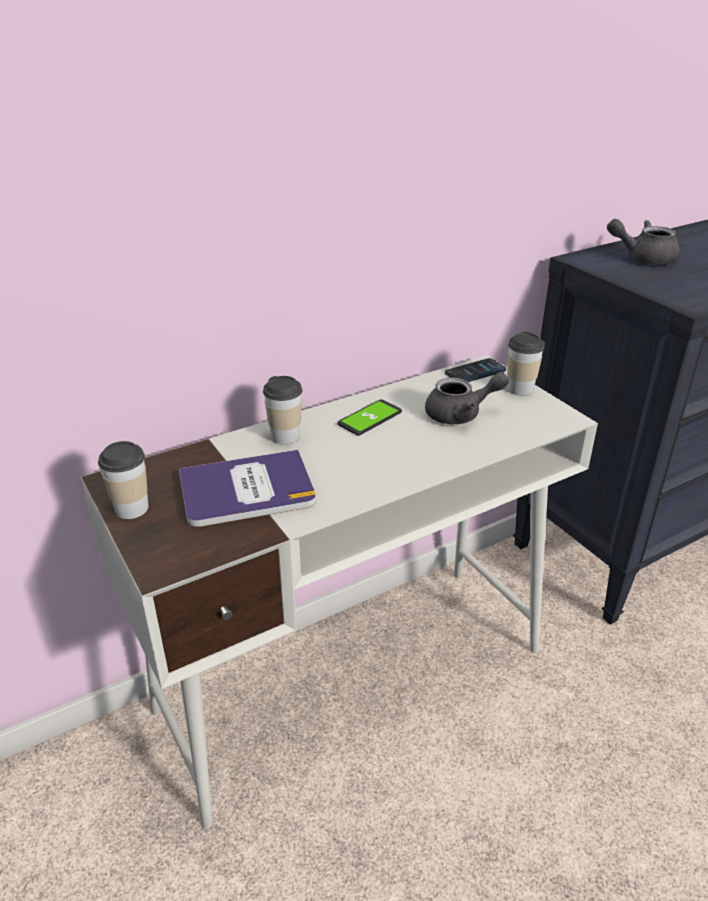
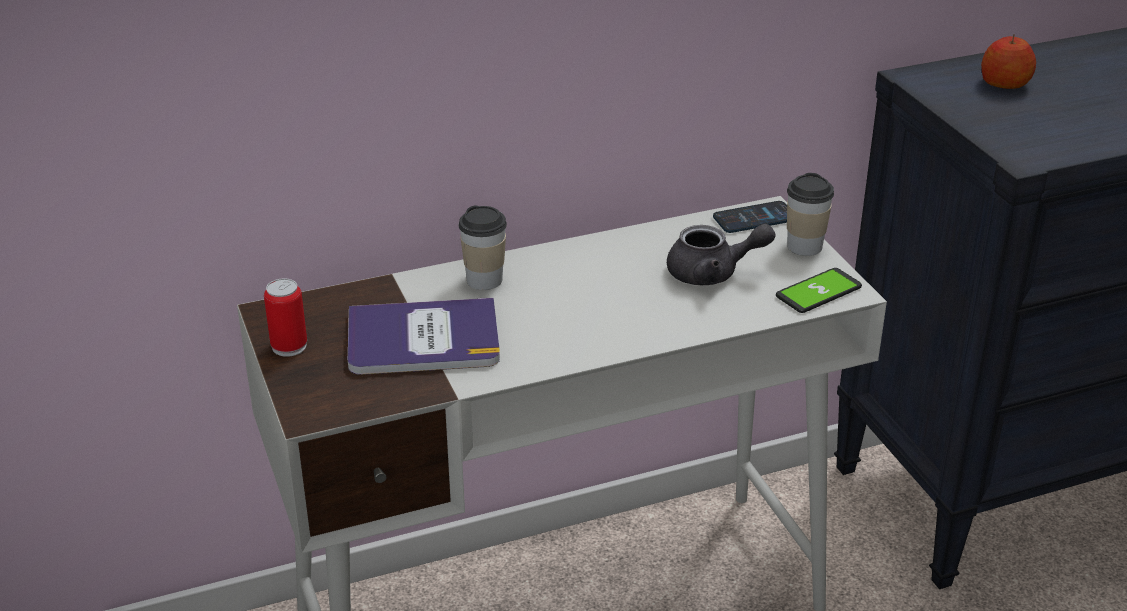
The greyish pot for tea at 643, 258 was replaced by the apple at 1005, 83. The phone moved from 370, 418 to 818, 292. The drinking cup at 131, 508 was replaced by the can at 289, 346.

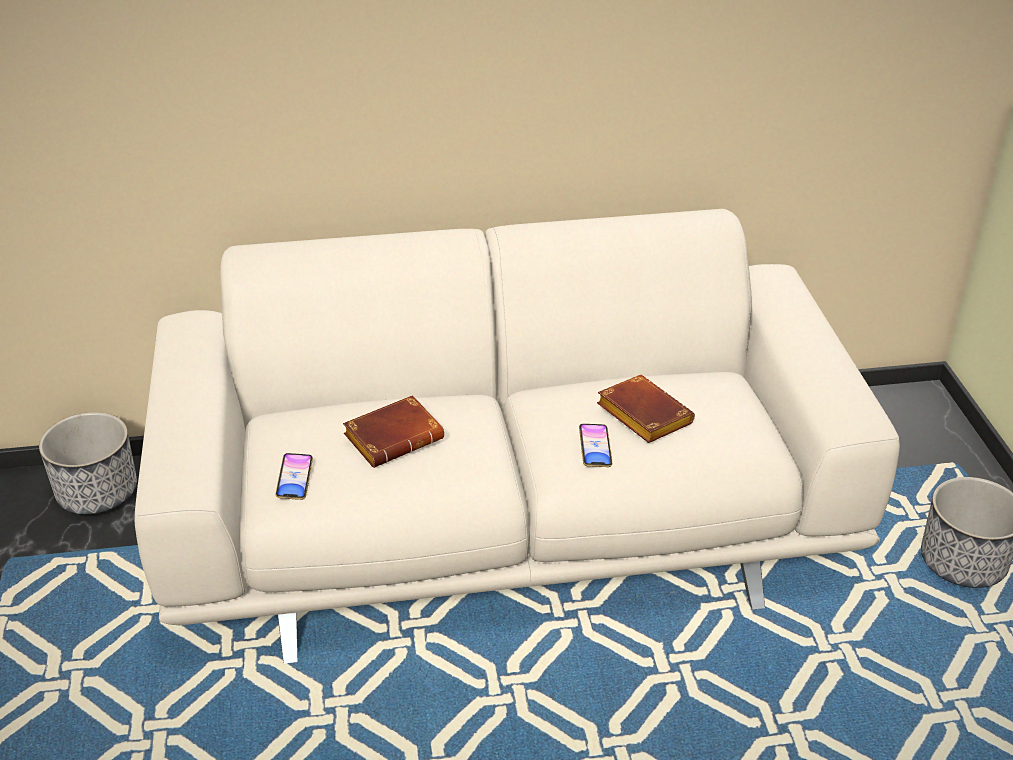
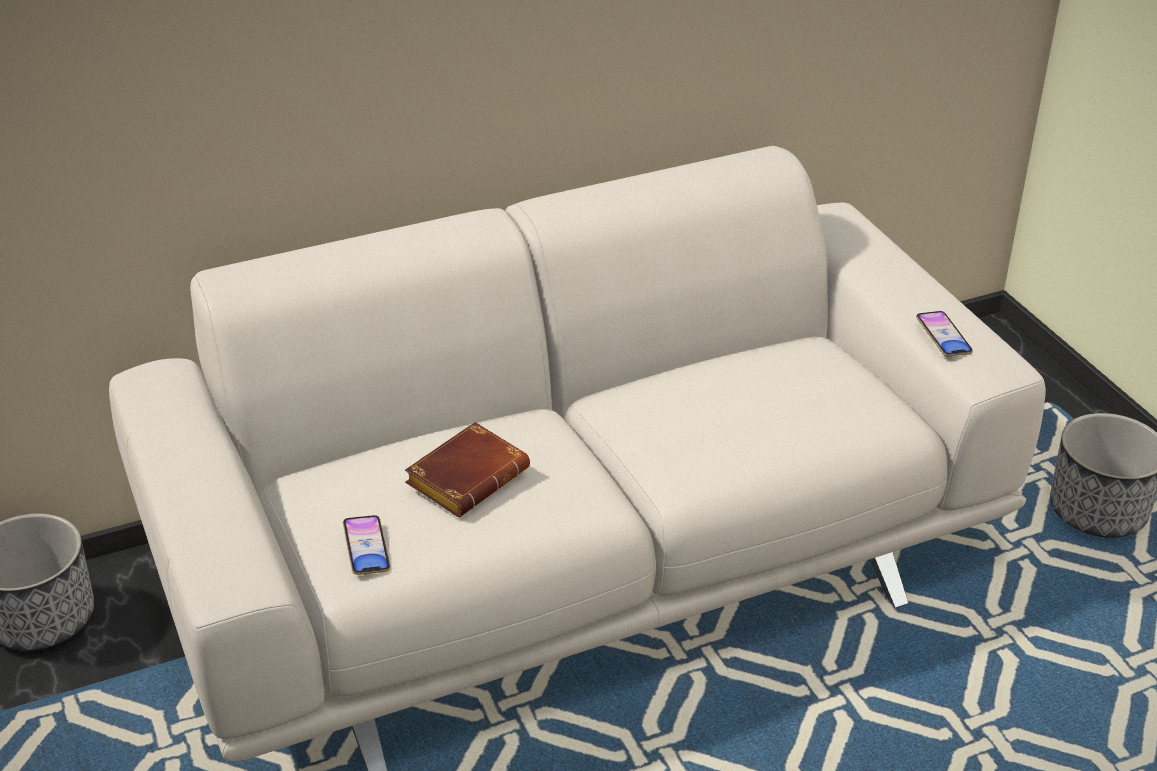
The brown book at 640, 415 disappeared. The phone moved from 595, 448 to 943, 338.

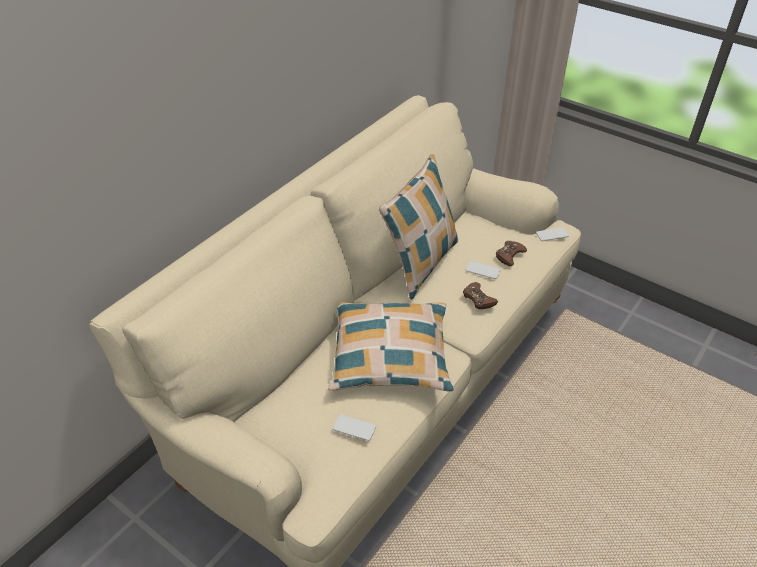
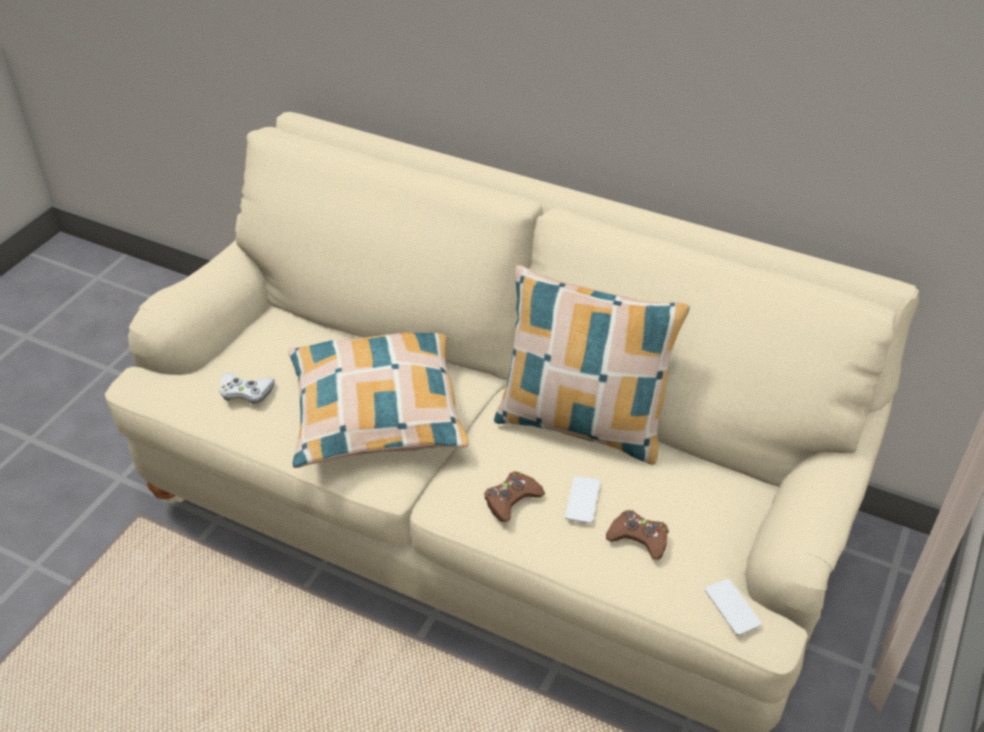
The phone at 354, 428 was replaced by the whitish game controller at 246, 392.

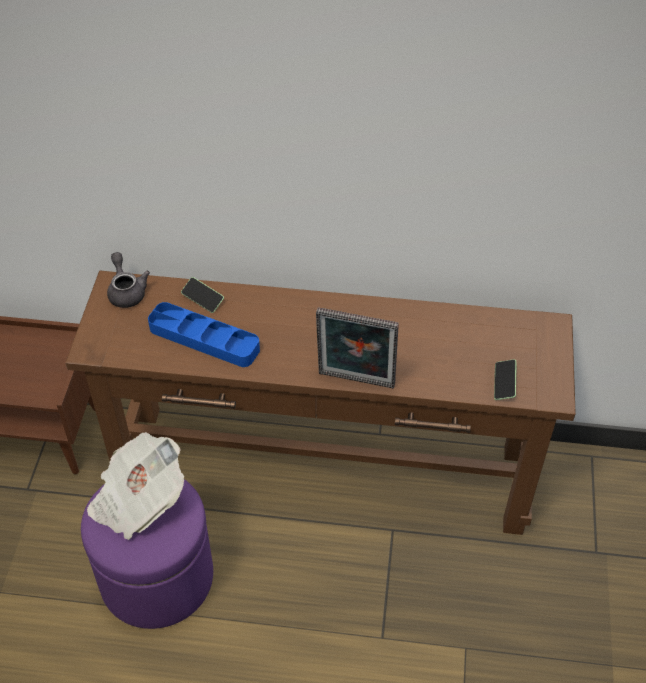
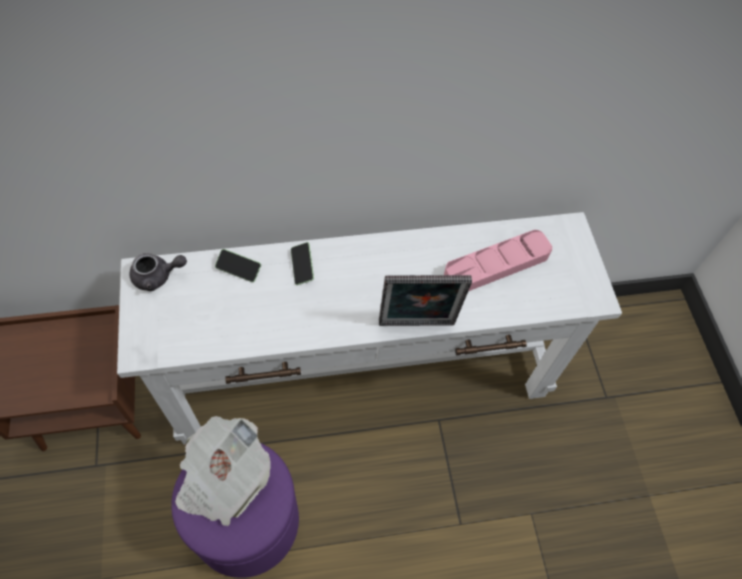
The greyish pot for tea at 126, 291 turned 120 degrees clockwise. The brown console table at 323, 469 became the whitish console table at 363, 377. The blue tray at 204, 339 disappeared. The phone moved from 504, 383 to 302, 267. The pink-coloured tray at 496, 265 appeared.

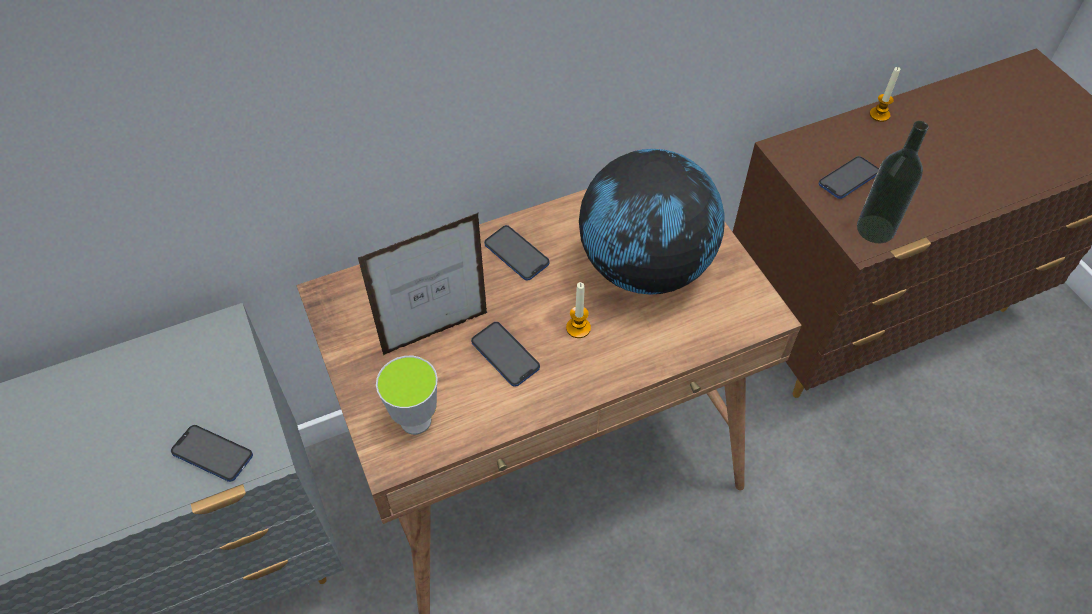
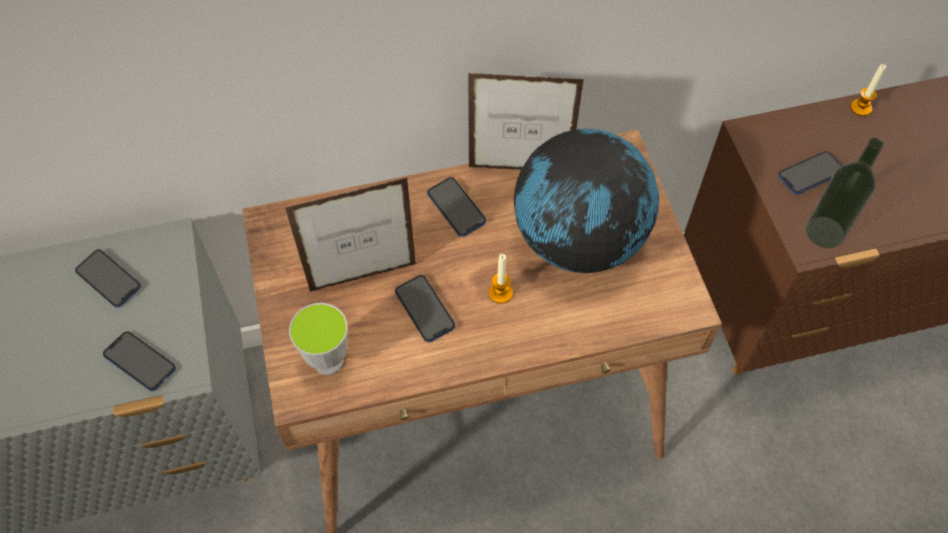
The picture frame at 519, 170 appeared. The phone at 108, 279 appeared.

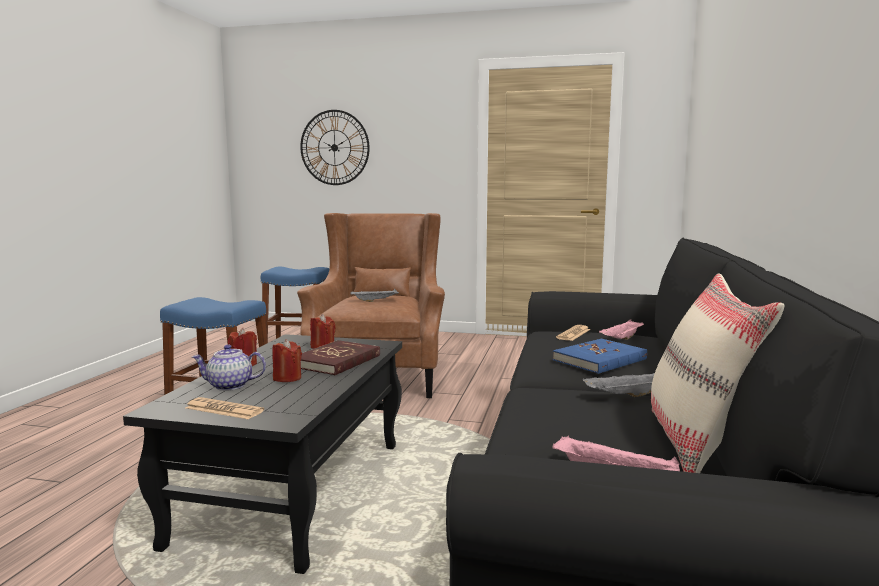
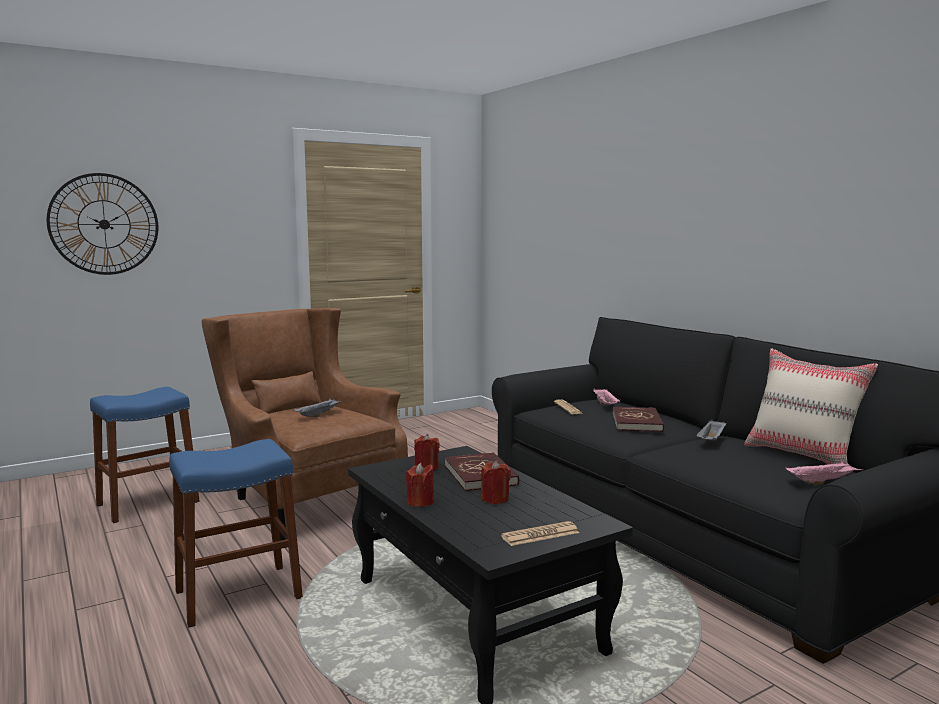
The blue book at 600, 360 became the reddish book at 637, 422. The pot for tea at 229, 386 disappeared.

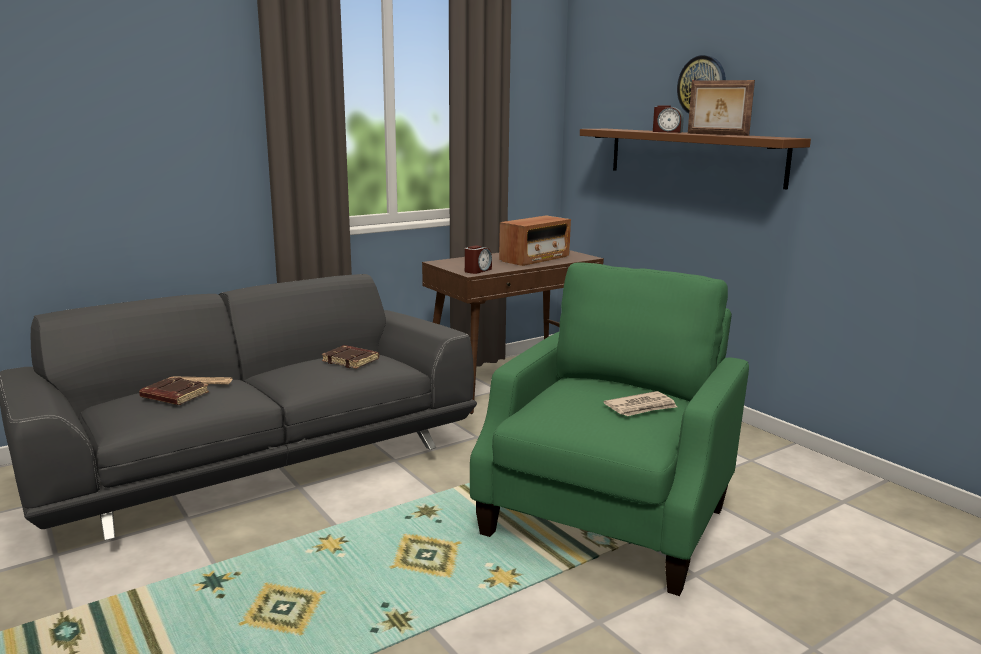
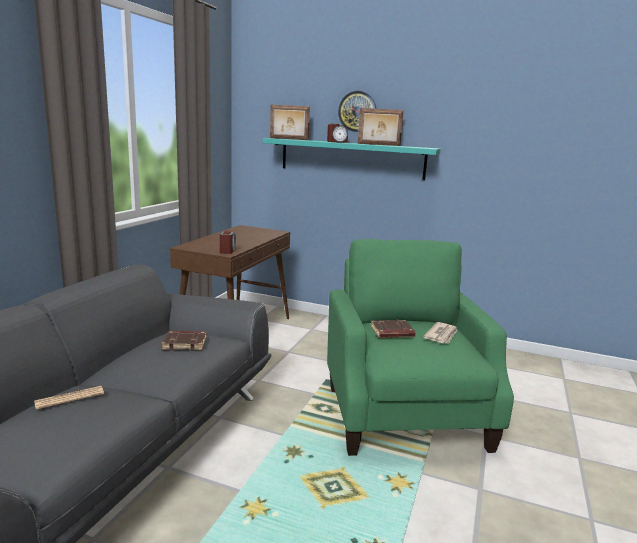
The brown bracket shelf at 693, 156 became the blue-green bracket shelf at 351, 158. The radio at 535, 259 disappeared. The brown book moved from 173, 396 to 392, 333. The picture frame at 288, 139 appeared.

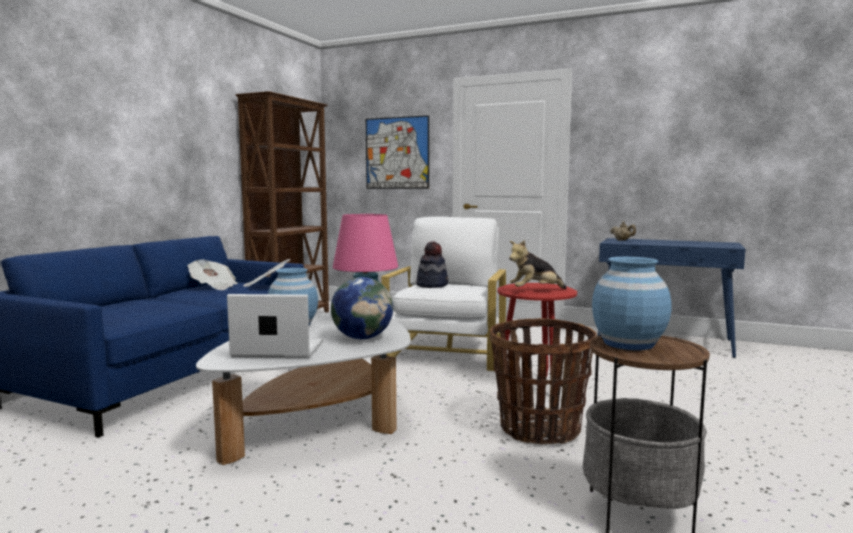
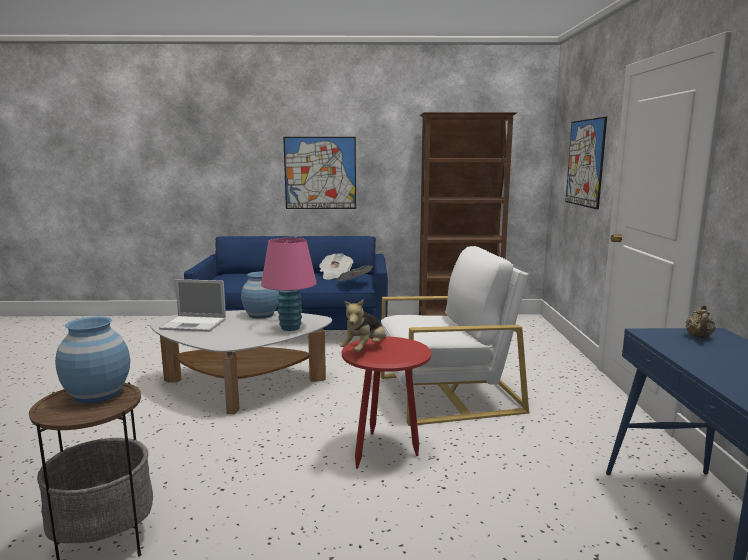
The soft toy at 535, 291 turned 105 degrees counterclockwise. The wearable hat at 432, 285 disappeared. The world globe at 362, 338 disappeared. The portable computer at 276, 350 turned 120 degrees clockwise. The basket at 539, 429 disappeared. The wall art at 320, 173 appeared.

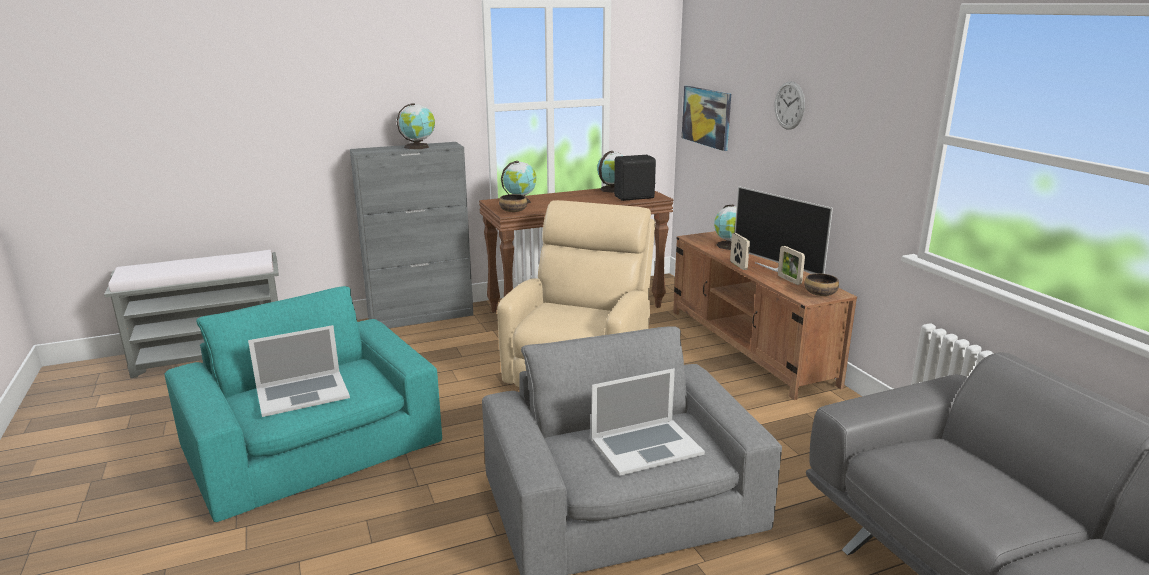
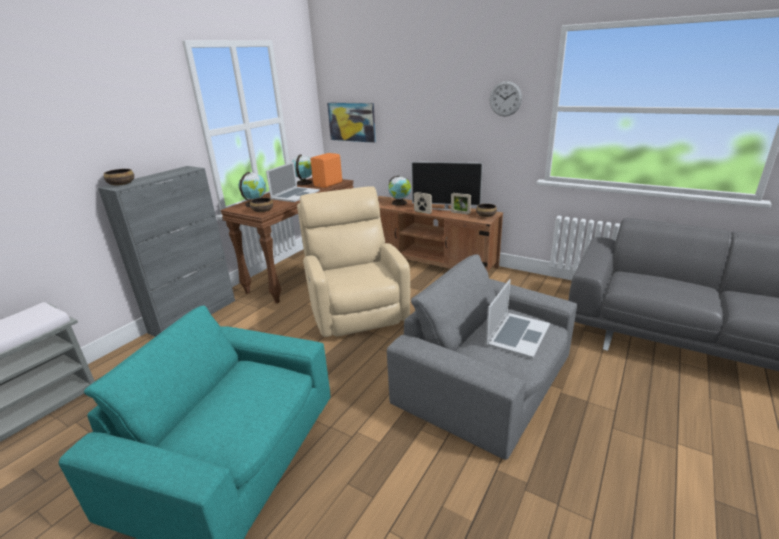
The hanging clock moved from 789, 105 to 505, 98. The world globe at 418, 147 disappeared. The black audio speaker at 635, 197 became the orangey audio speaker at 329, 184. The portable computer moved from 302, 393 to 295, 194. The bowl at 121, 184 appeared.

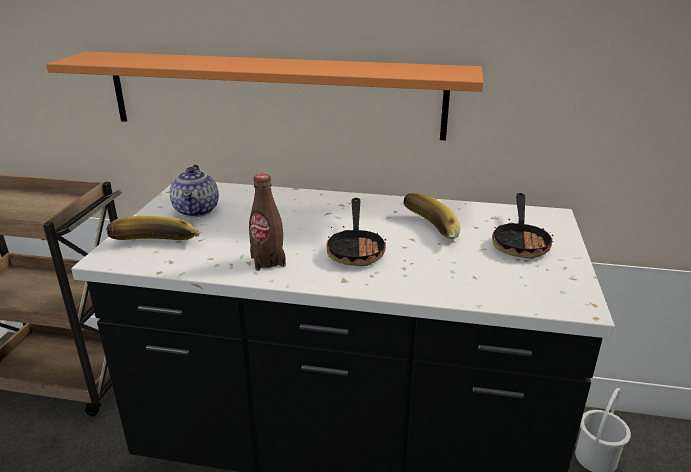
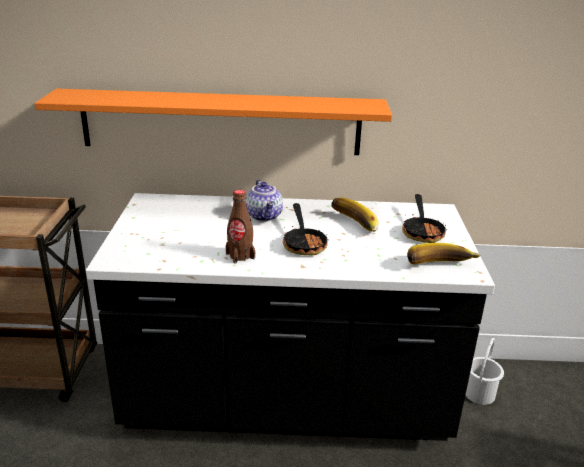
The pot for tea moved from 197, 211 to 265, 216. The banana moved from 155, 245 to 440, 267.

